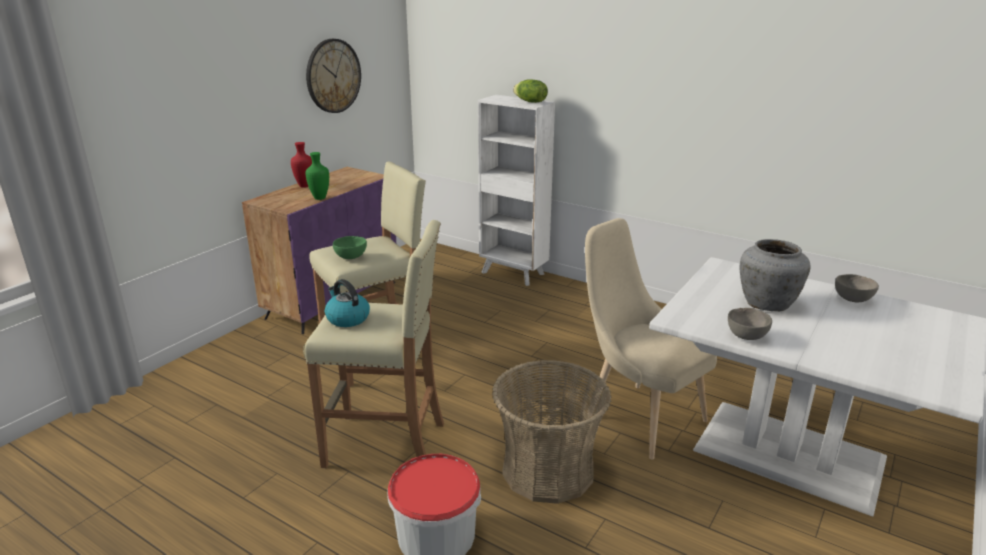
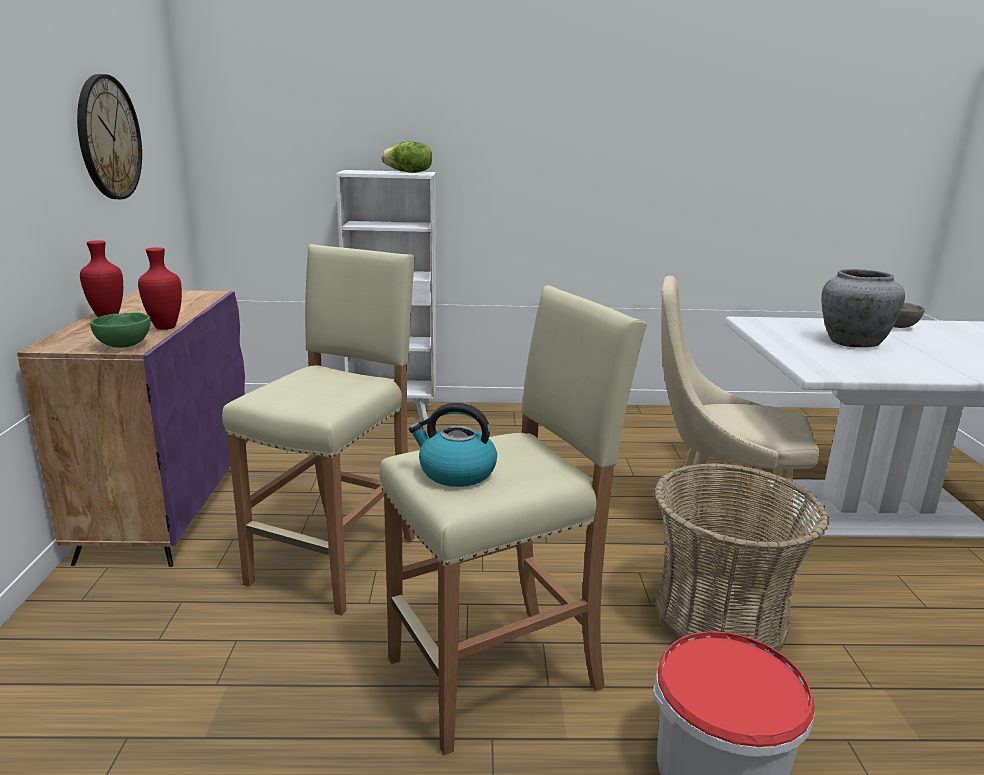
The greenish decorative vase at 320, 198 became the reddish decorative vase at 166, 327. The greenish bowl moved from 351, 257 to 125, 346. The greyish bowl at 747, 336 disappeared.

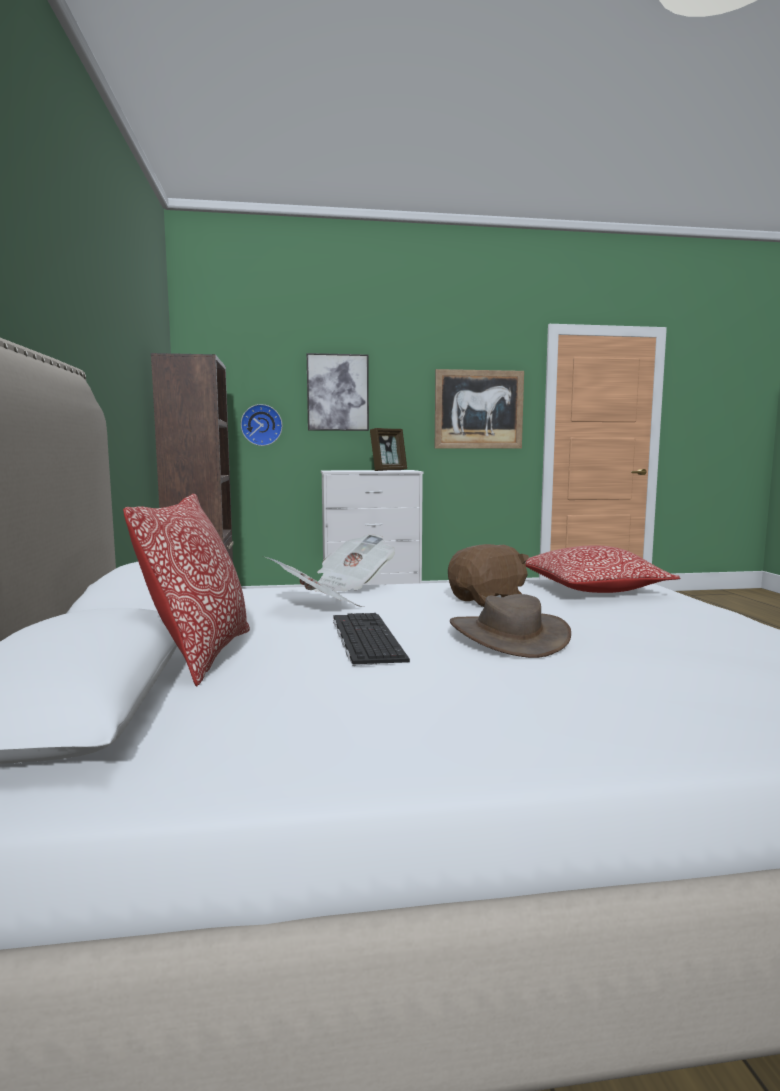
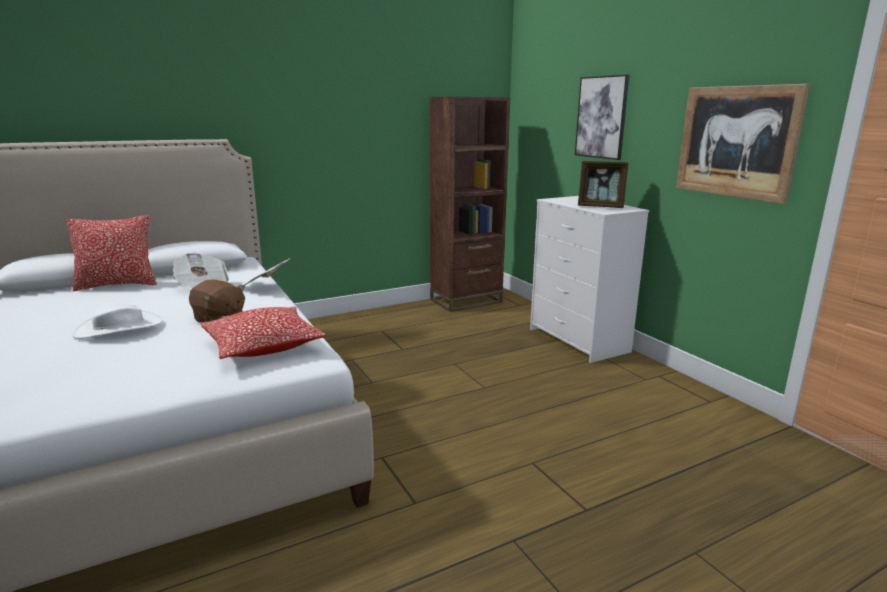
The hanging clock at 261, 425 disappeared. The brown wearable hat at 508, 636 became the whitish wearable hat at 119, 328. The computer keyboard at 364, 638 disappeared.

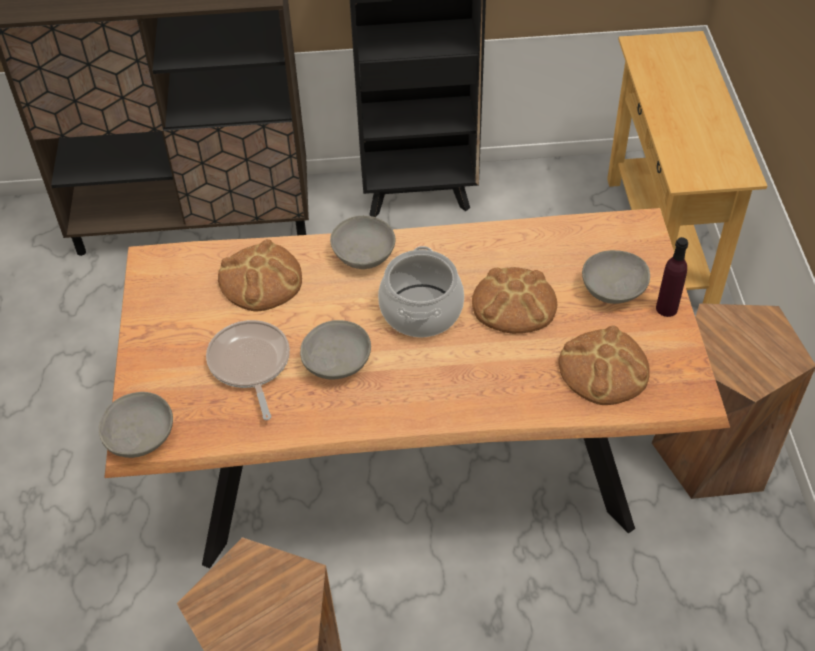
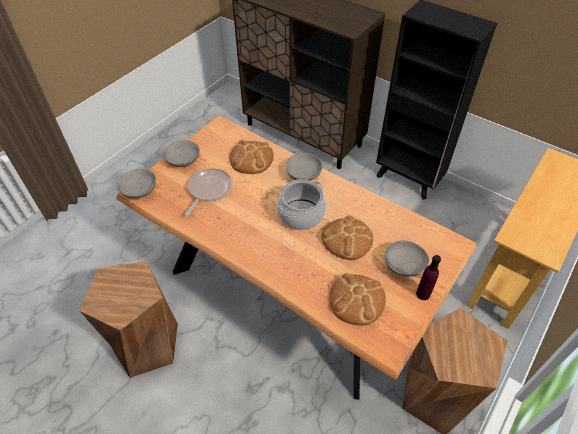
The greyish bowl moved from 337, 363 to 183, 161.

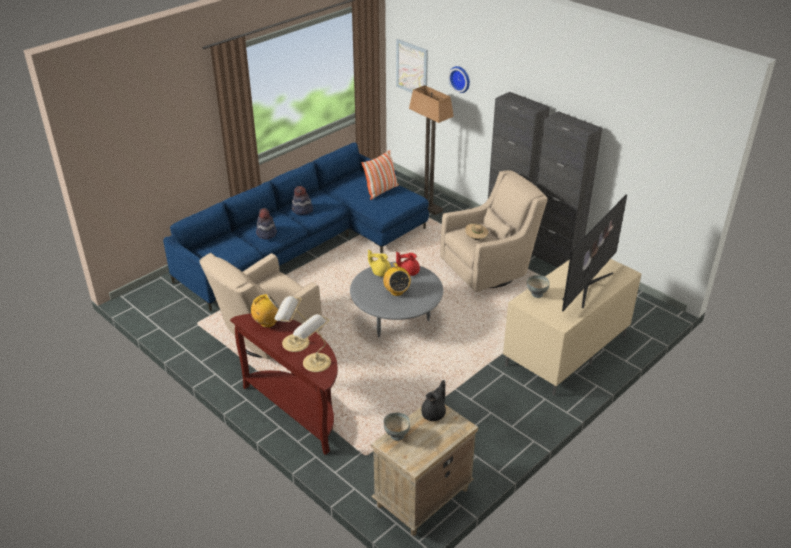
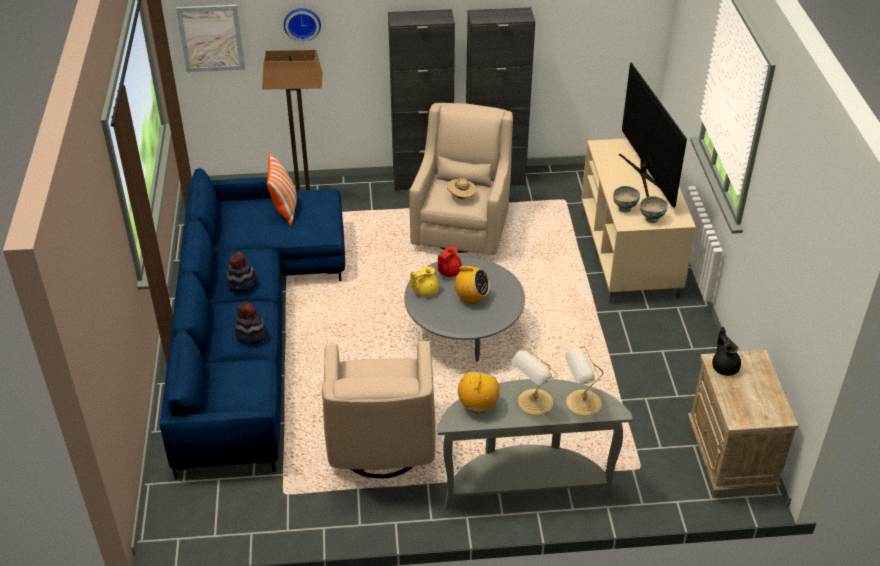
The brown console table at 297, 410 became the greyish console table at 525, 484. The greyish bowl moved from 396, 435 to 651, 219.

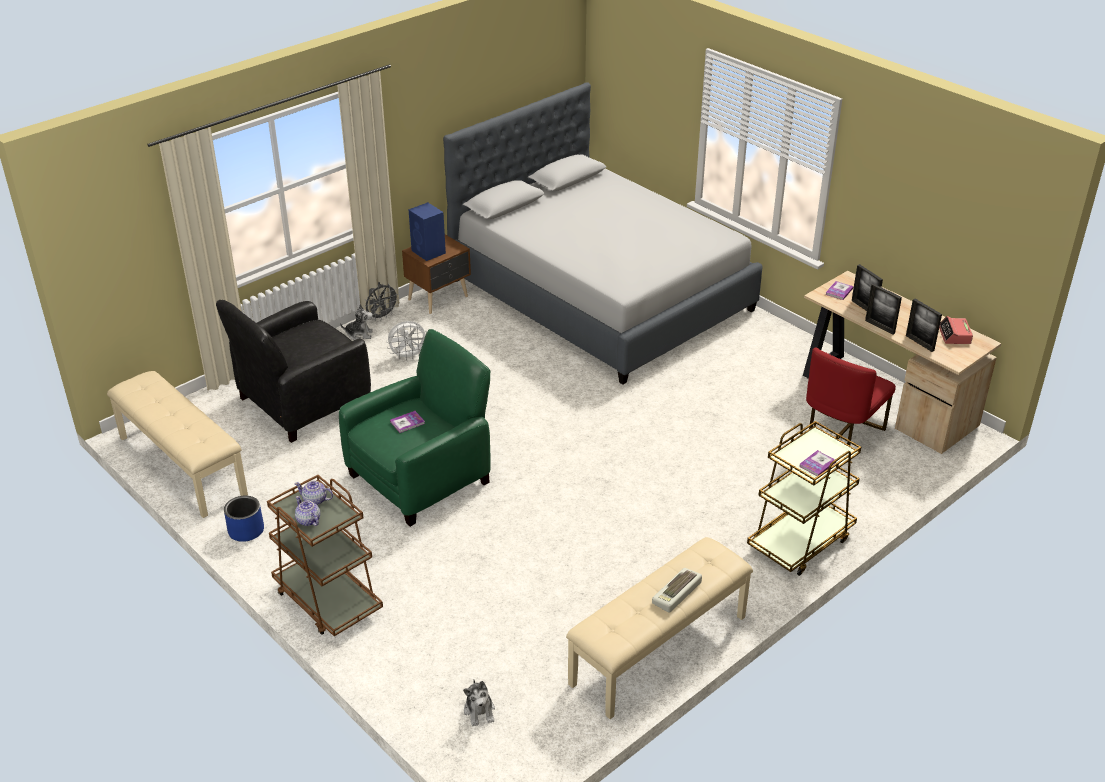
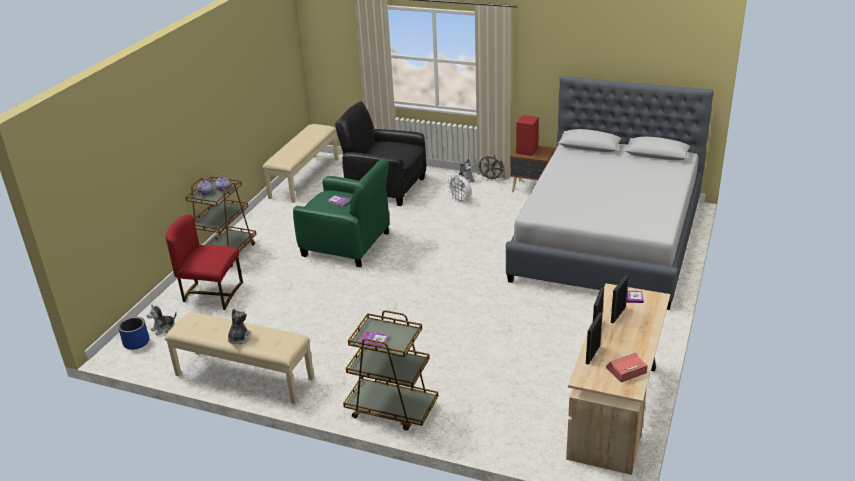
The blue audio speaker at 429, 252 became the reddish audio speaker at 527, 151. The reddish upright chair moved from 841, 433 to 211, 294. The blue flower pot moved from 246, 530 to 136, 342. The computer keyboard at 677, 594 was replaced by the soft toy at 239, 338.

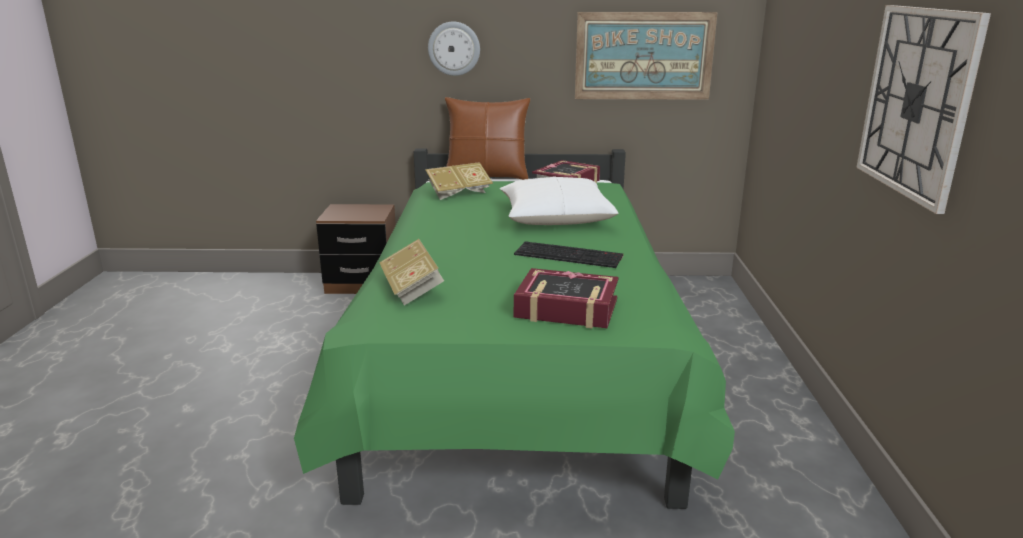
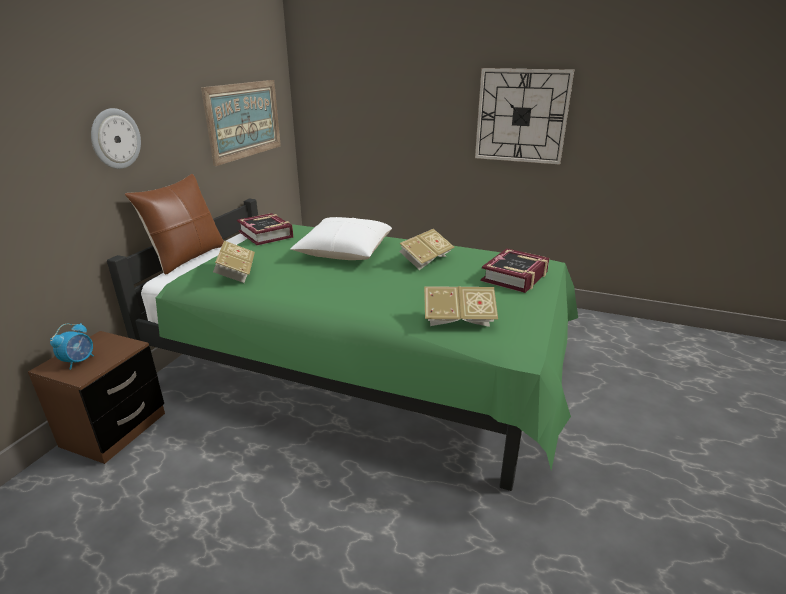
The computer keyboard at 570, 255 was replaced by the book at 425, 260. The alarm clock at 79, 361 appeared.

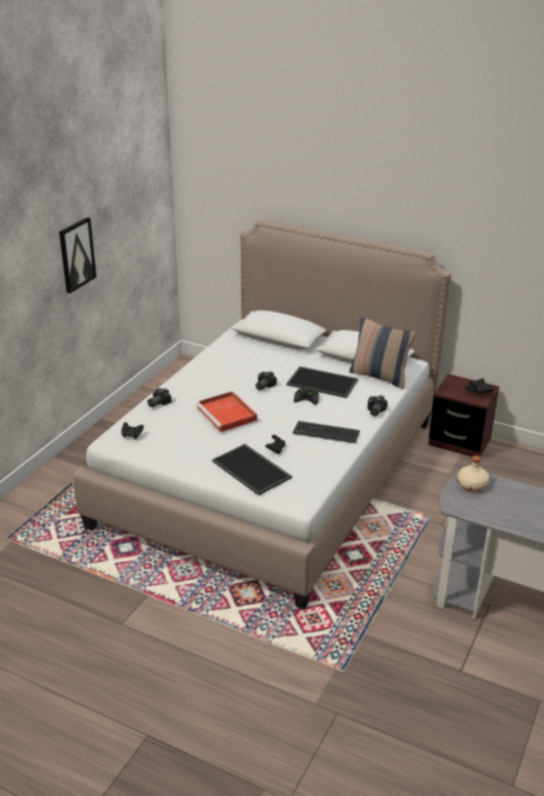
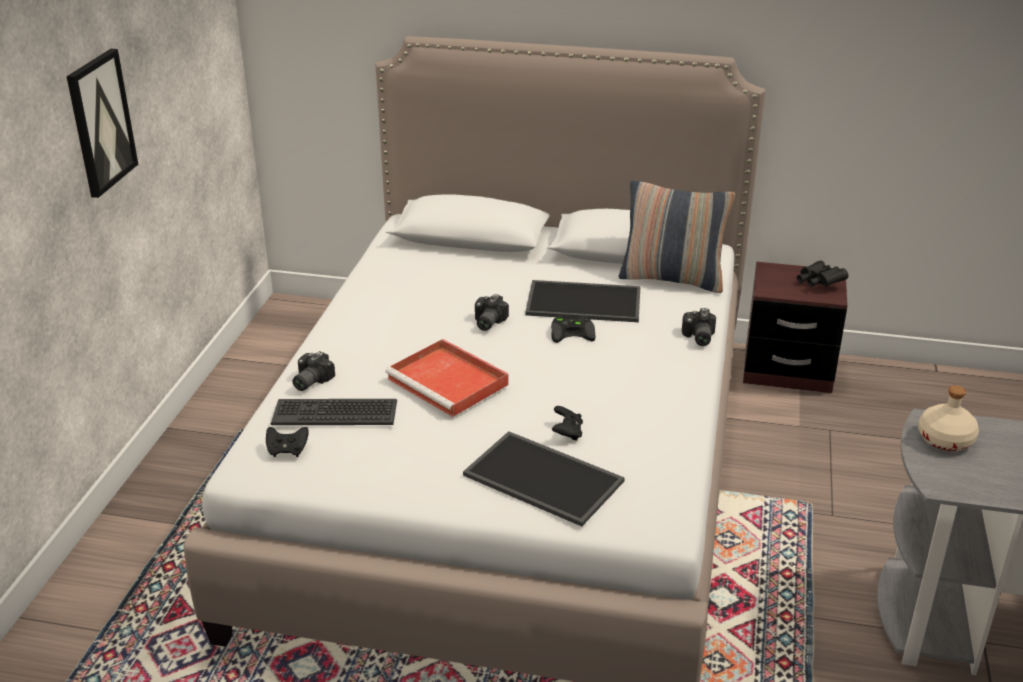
The computer keyboard moved from 326, 432 to 335, 412.

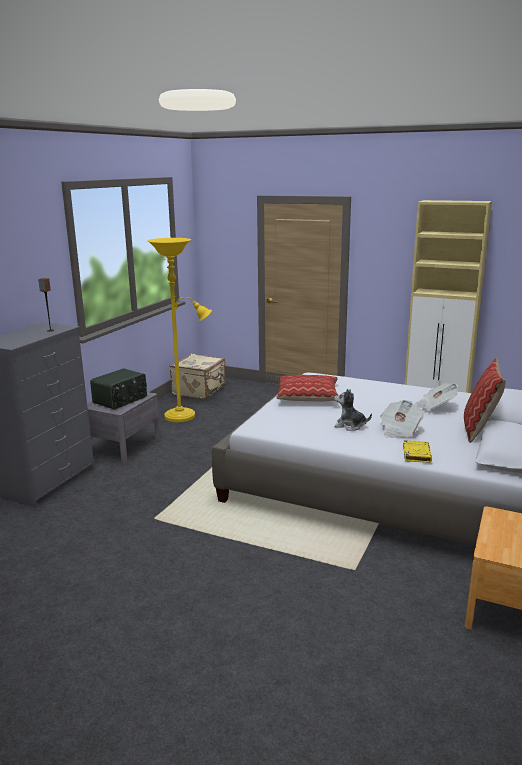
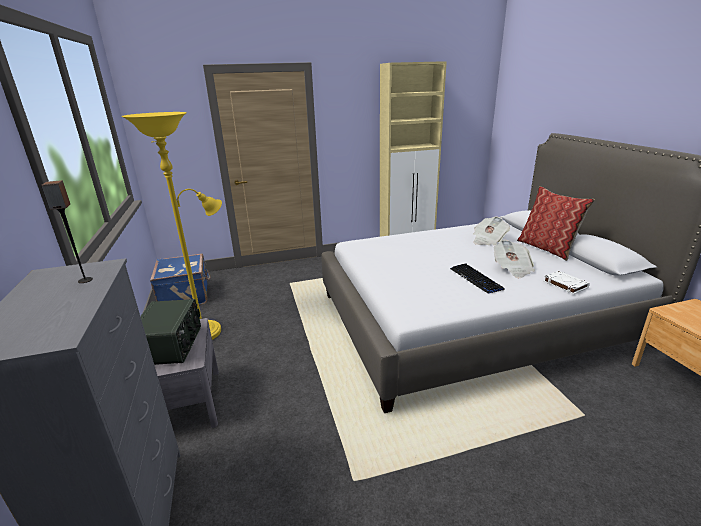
The beige piece of luggage at 200, 390 became the blue piece of luggage at 186, 296. The cushion at 308, 396 disappeared. The soft toy at 350, 426 was replaced by the computer keyboard at 476, 279. The yellow-coloured book at 416, 454 became the whitish book at 564, 284.

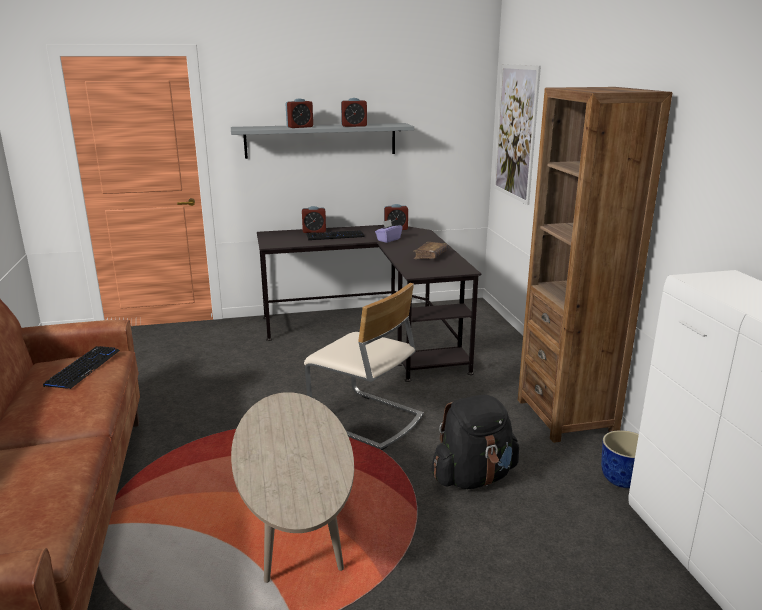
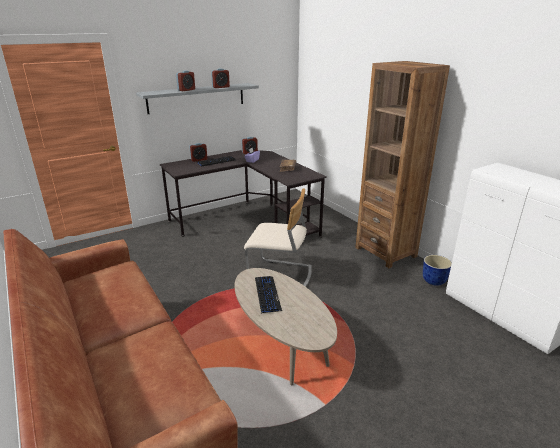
The wall art at 516, 132 disappeared. The computer keyboard moved from 83, 368 to 267, 294. The black backpack at 473, 477 disappeared.

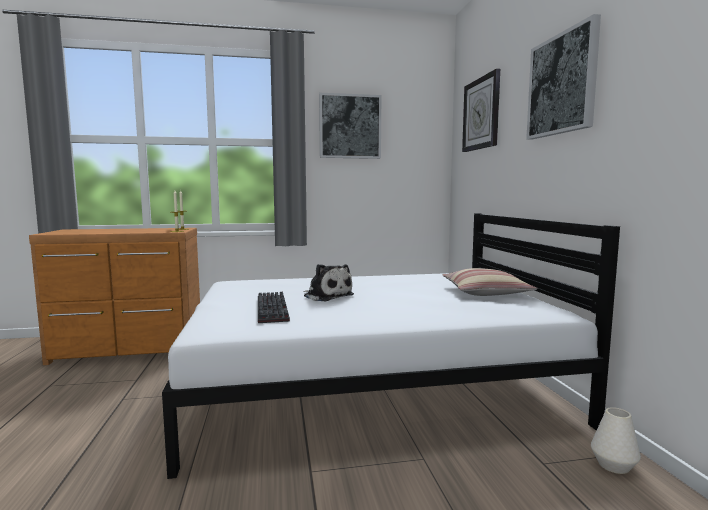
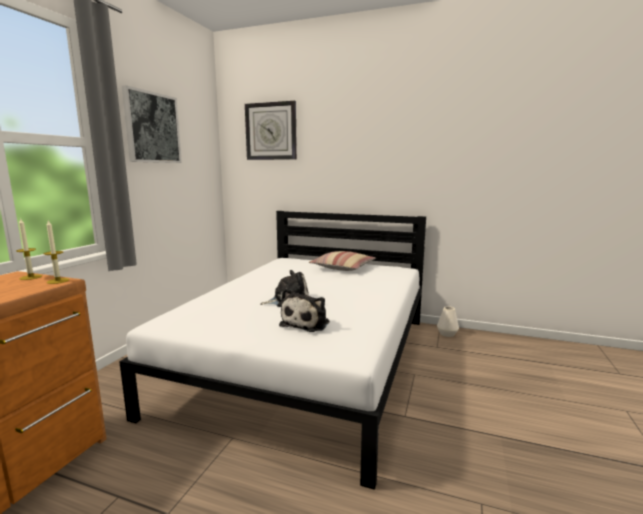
The wall art at 562, 84 disappeared. The computer keyboard at 274, 309 was replaced by the soft toy at 307, 323.

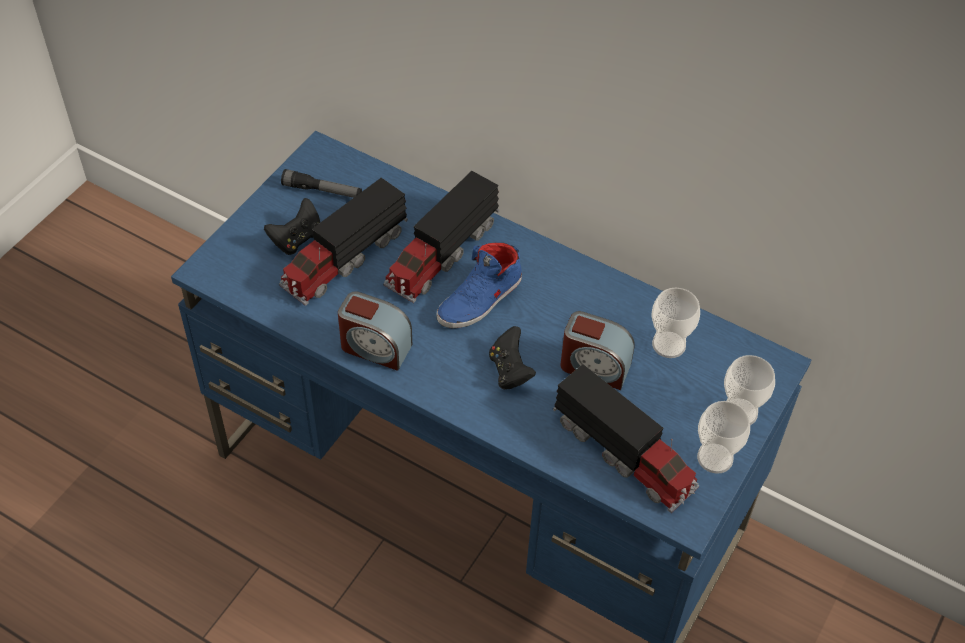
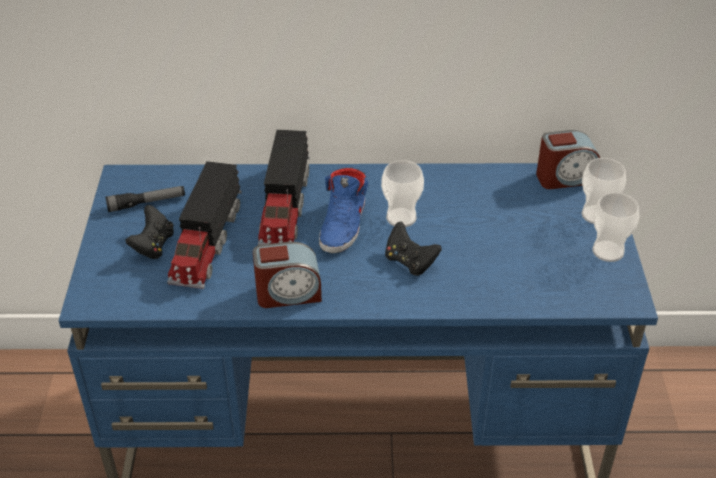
The drinking cup moved from 668, 344 to 401, 217. The alarm clock moved from 594, 367 to 565, 178. The model truck at 625, 454 disappeared.

